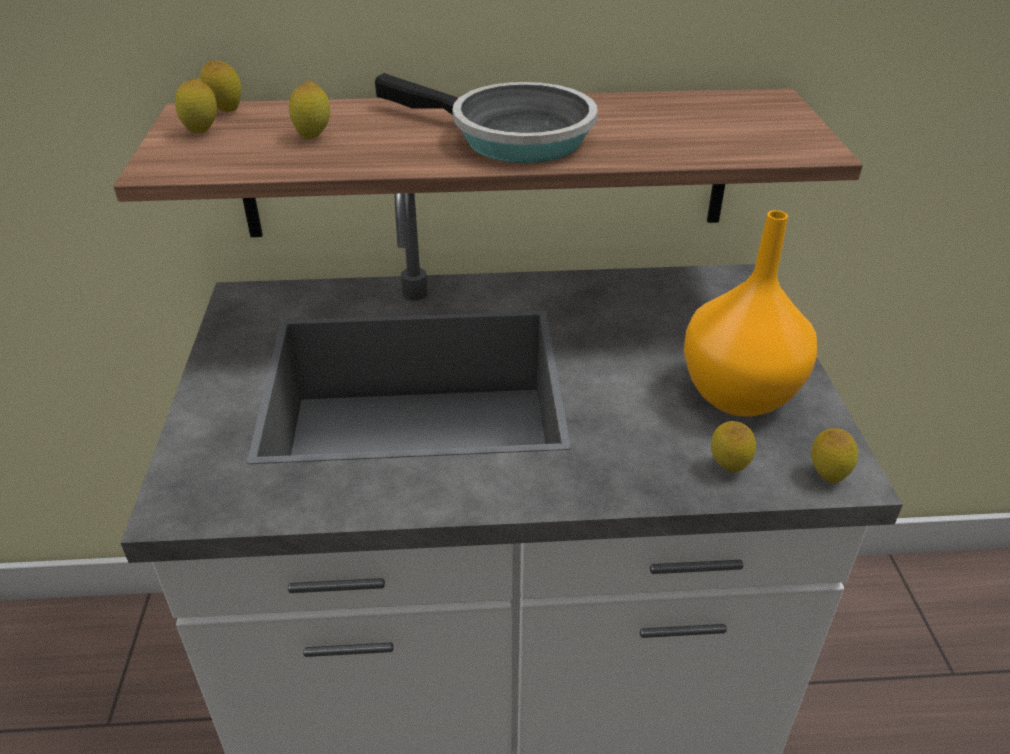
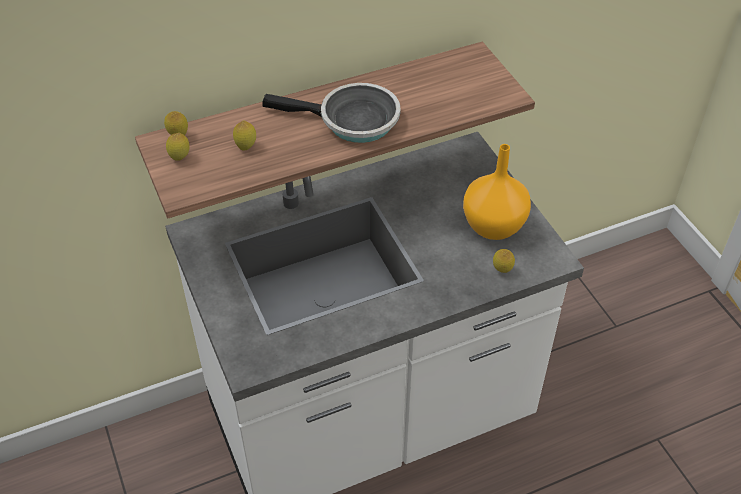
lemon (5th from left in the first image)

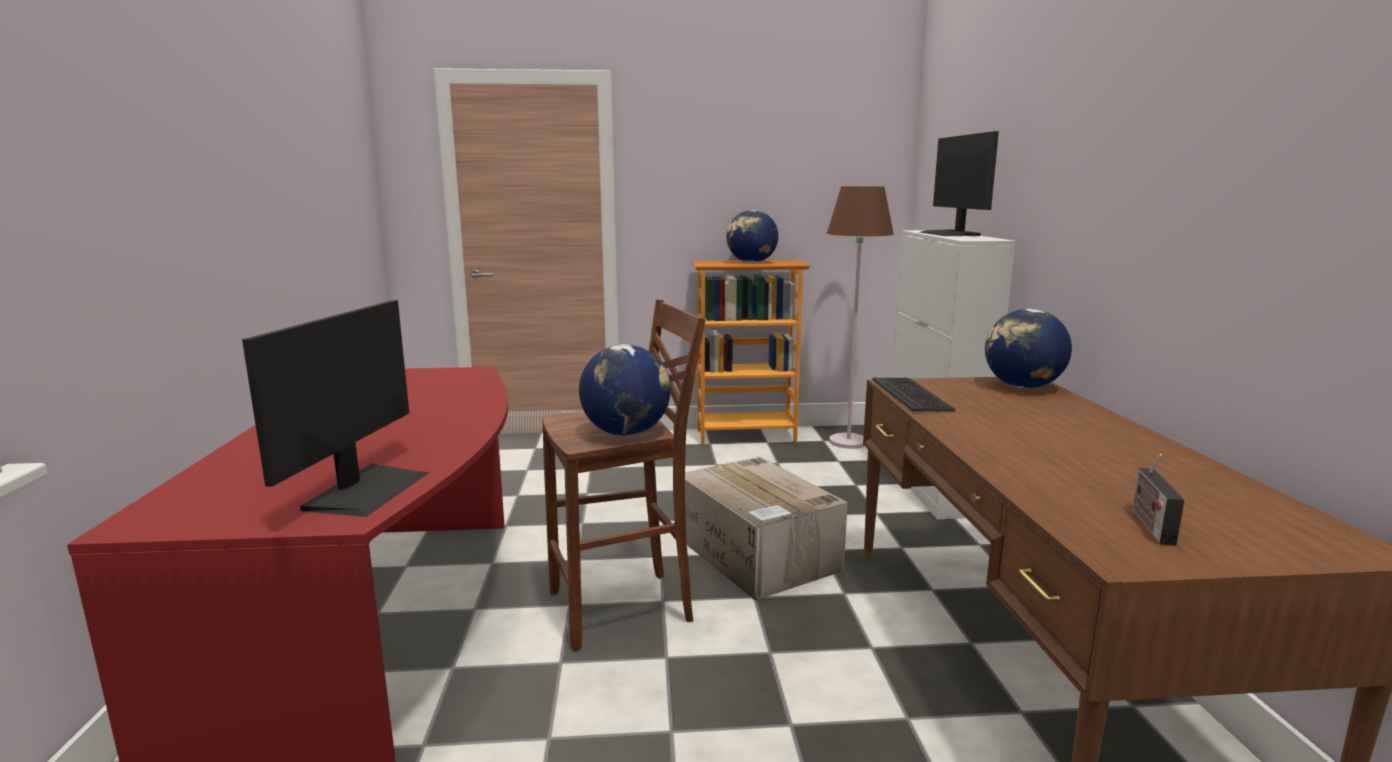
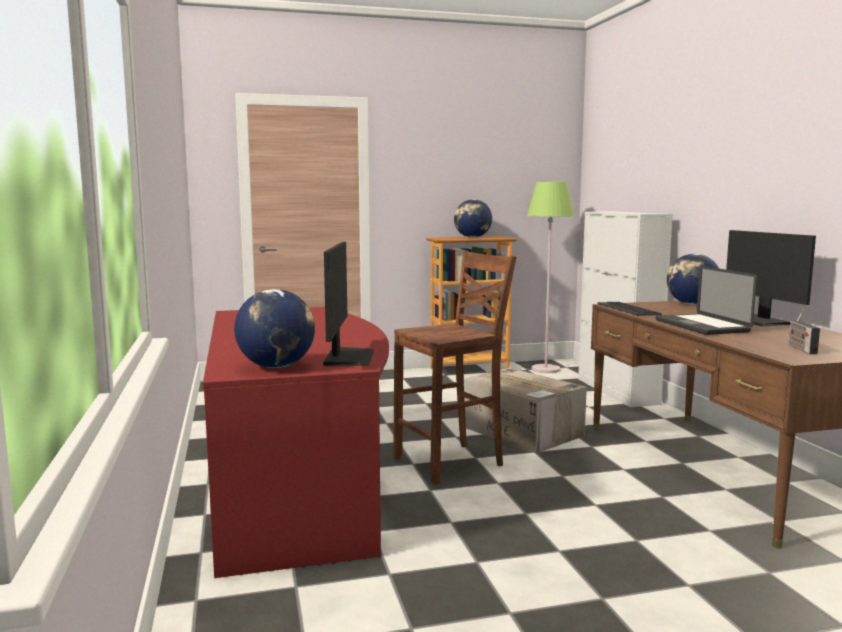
globe (1st from left); standing lamp (green); computer display (2nd from left); laptop

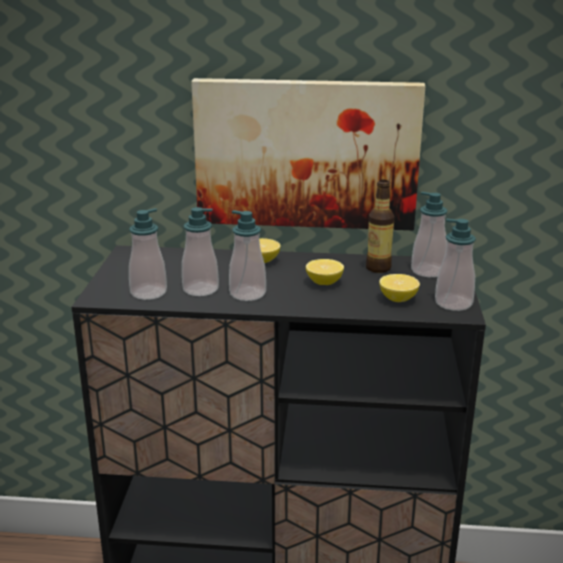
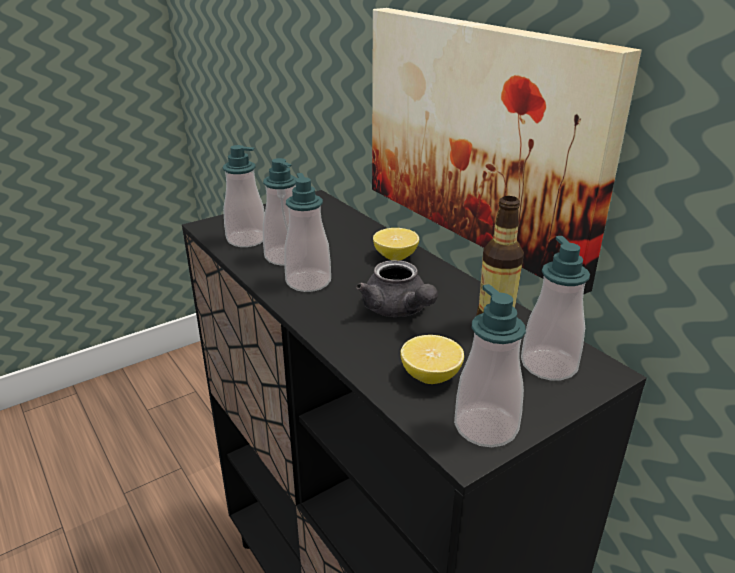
teapot (greyish)

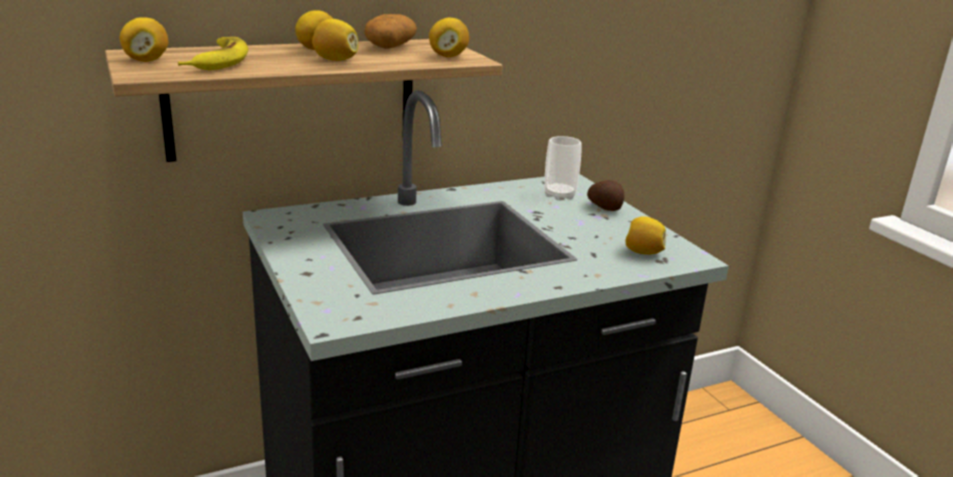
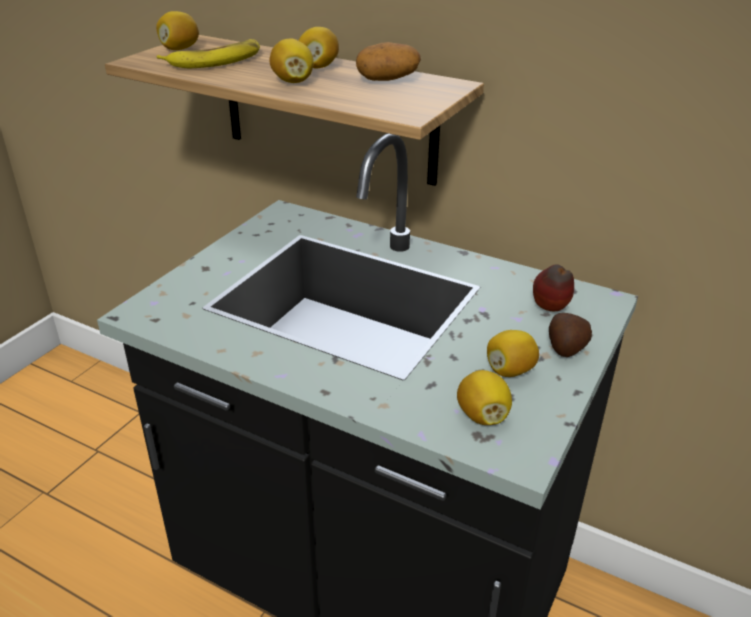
lemon (5th from left); apple fruit

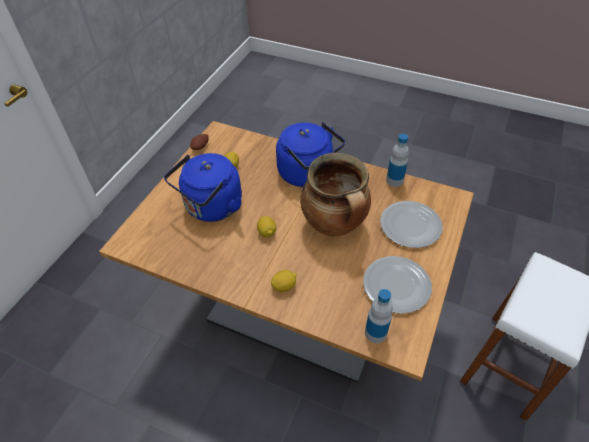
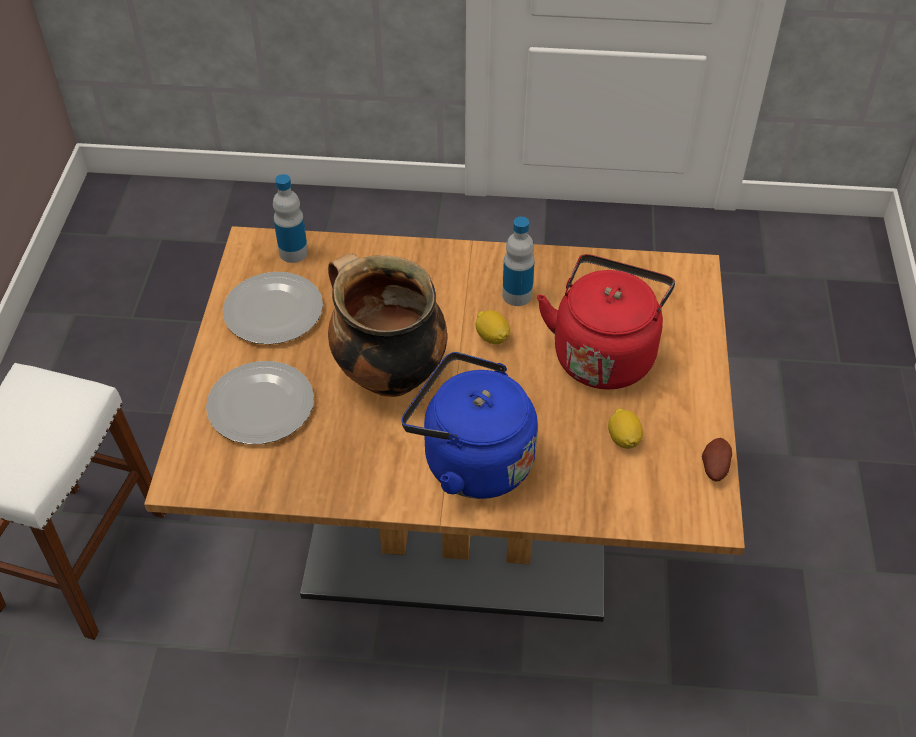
kettle (red); lemon (3rd from left in the first image); bottle (2nd from left)

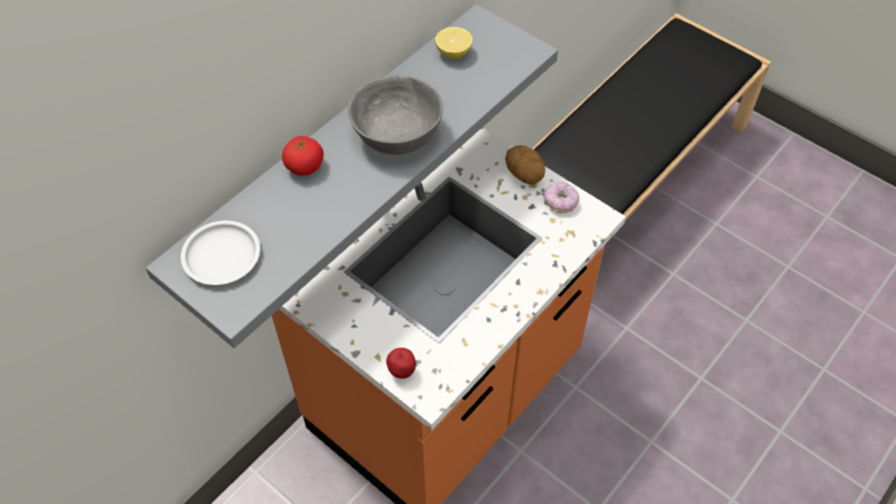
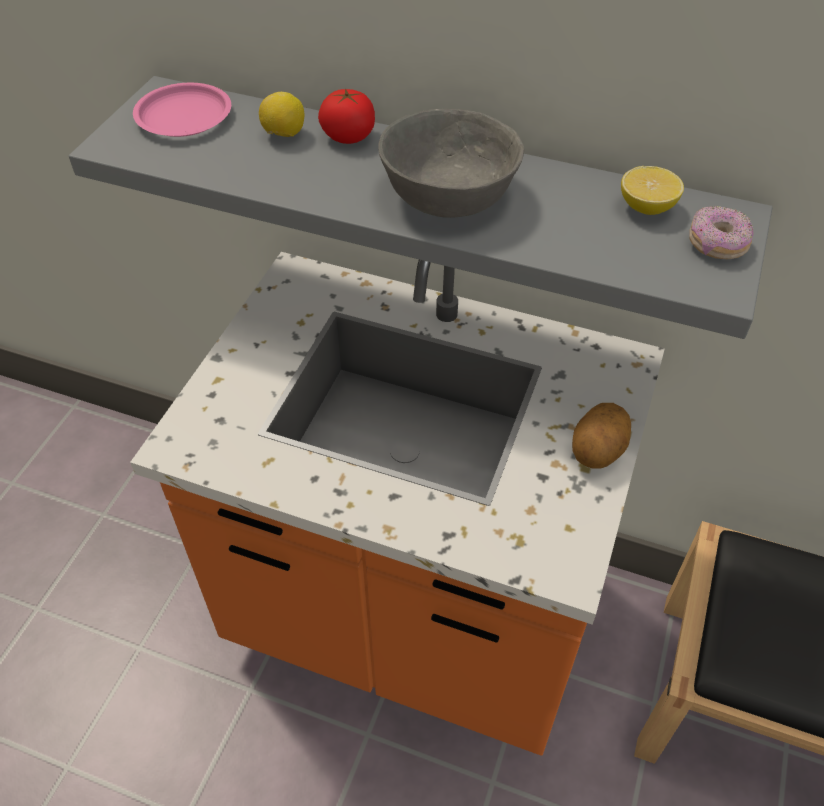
flat dish (pinkish); apple fruit; doughnut; lemon (1st from left)

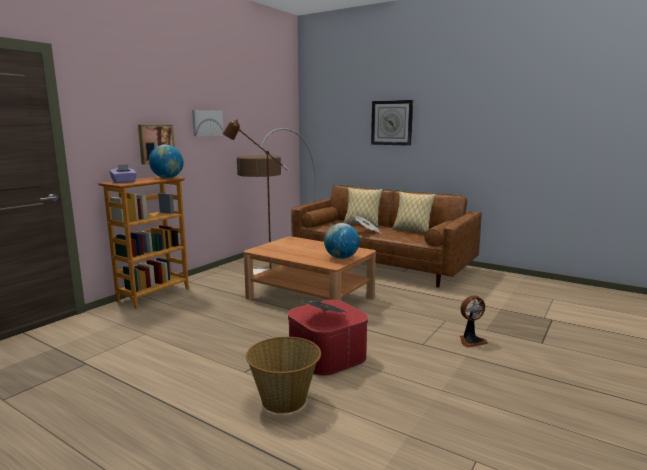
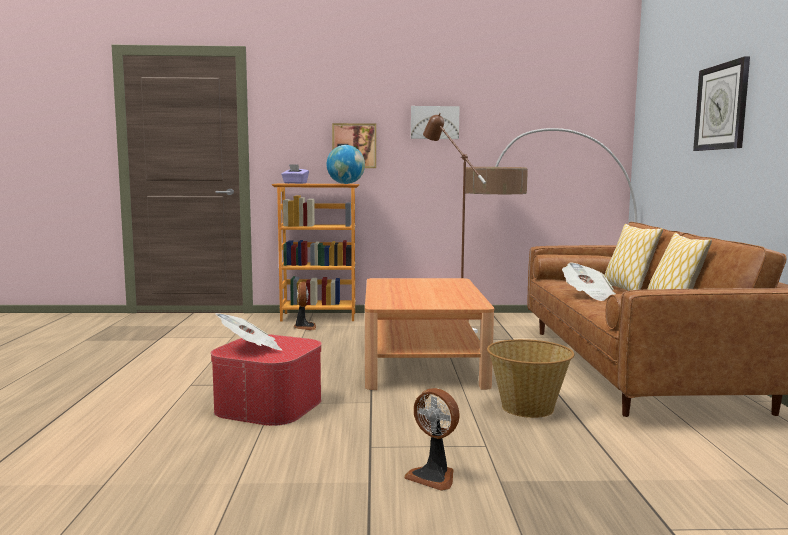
household basket; globe (2nd from left in the first image); cooling fan (1st from left)

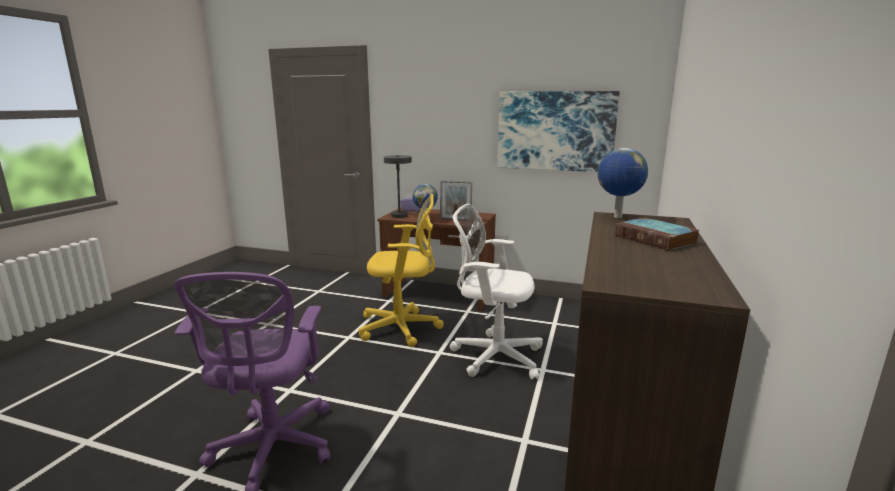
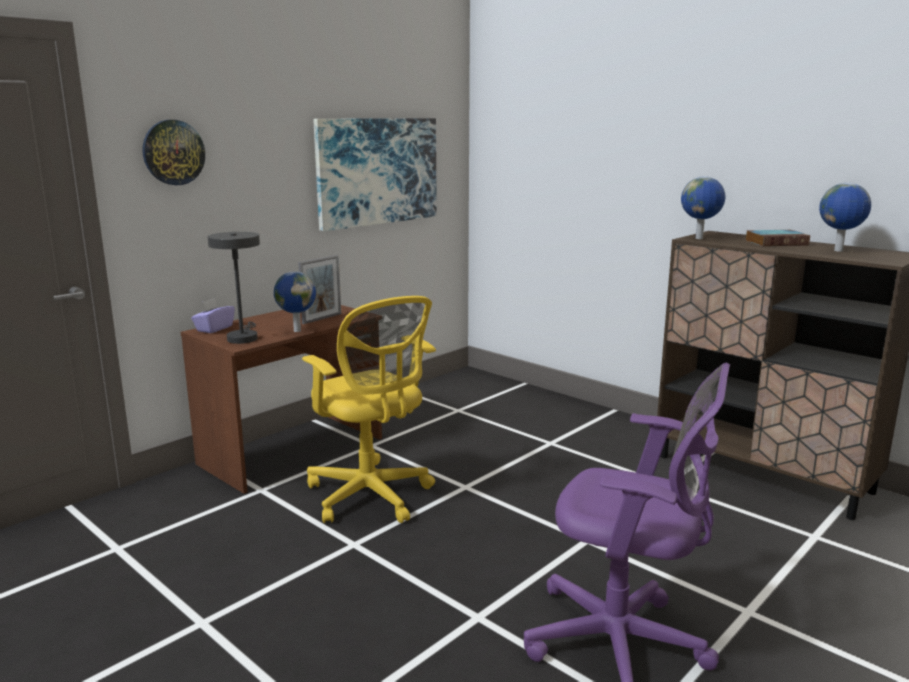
desk chair (yellow); desk chair (white); hanging clock; globe (3rd from left)

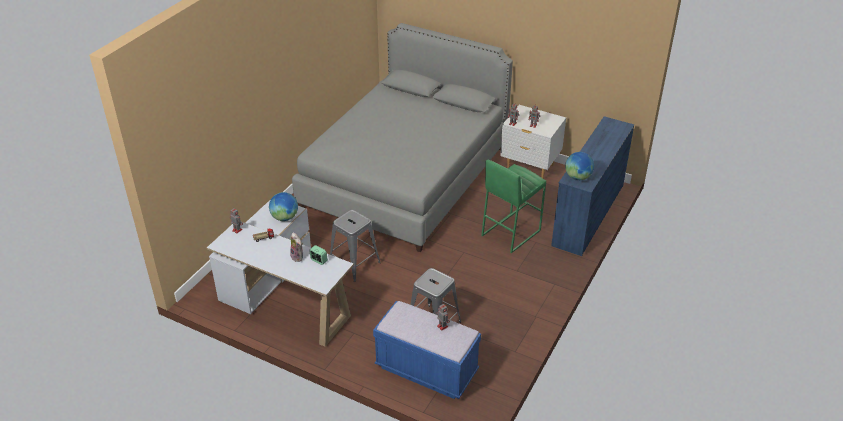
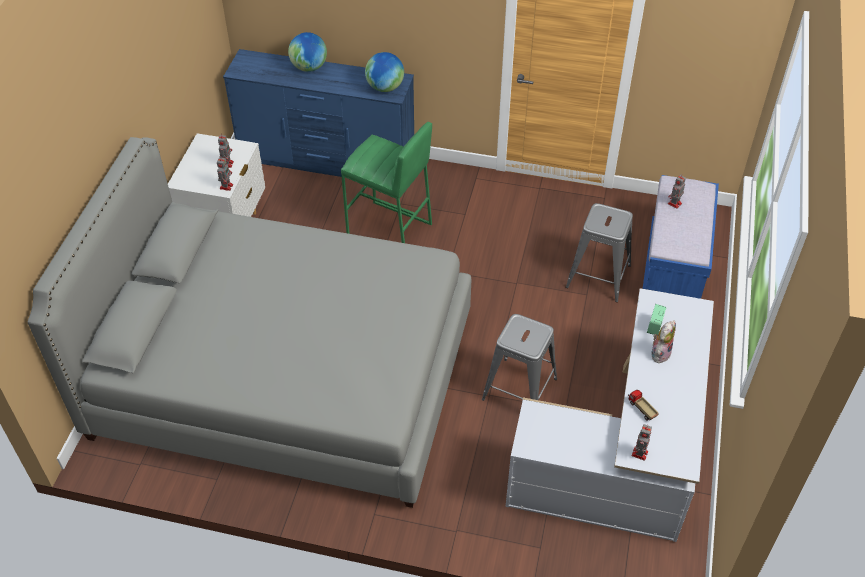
globe (1st from left)

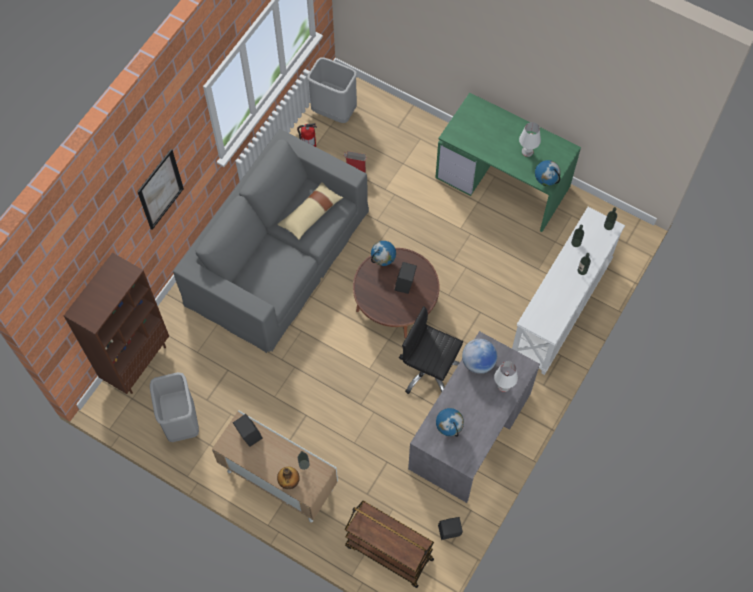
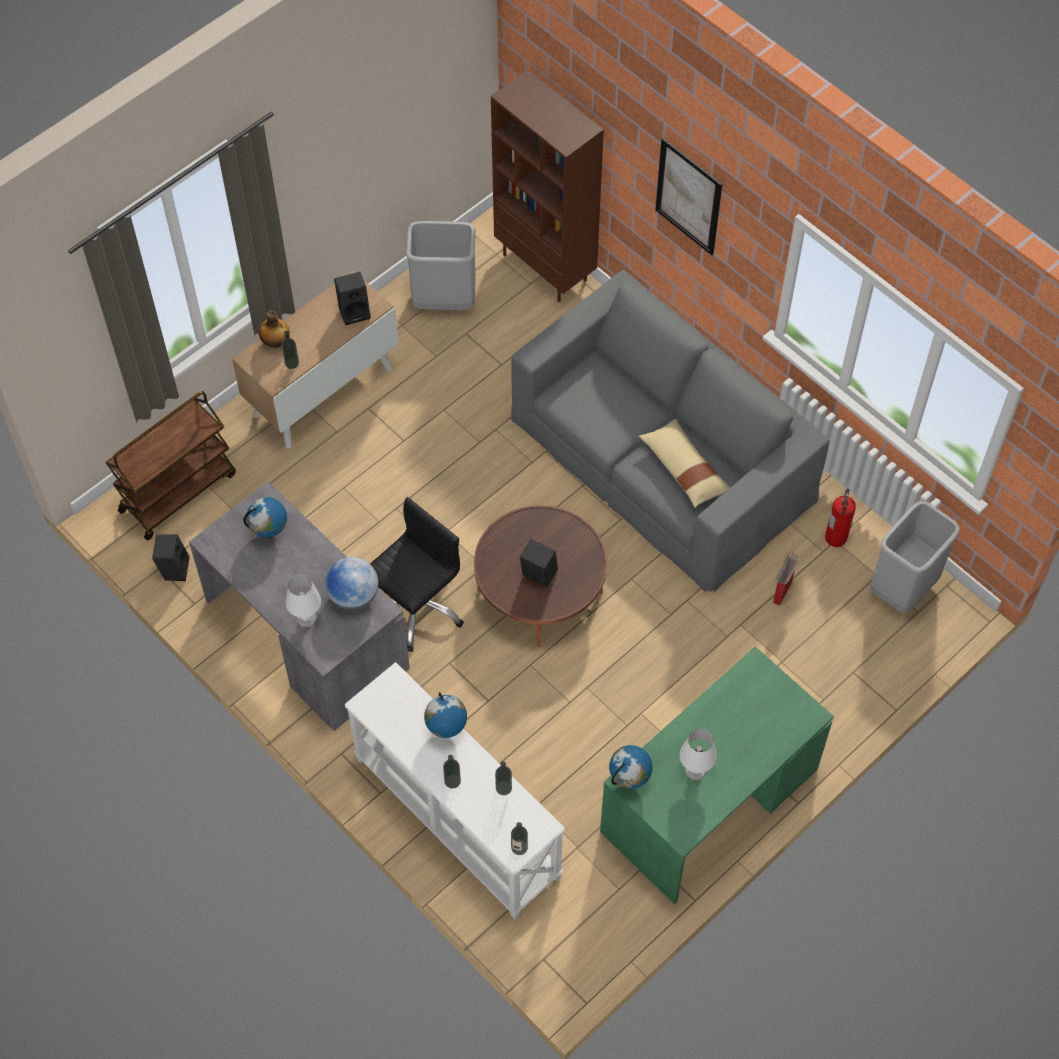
globe (3rd from left)

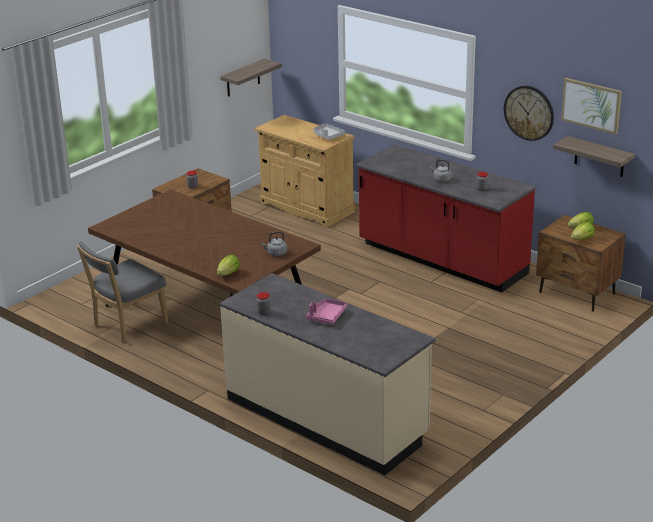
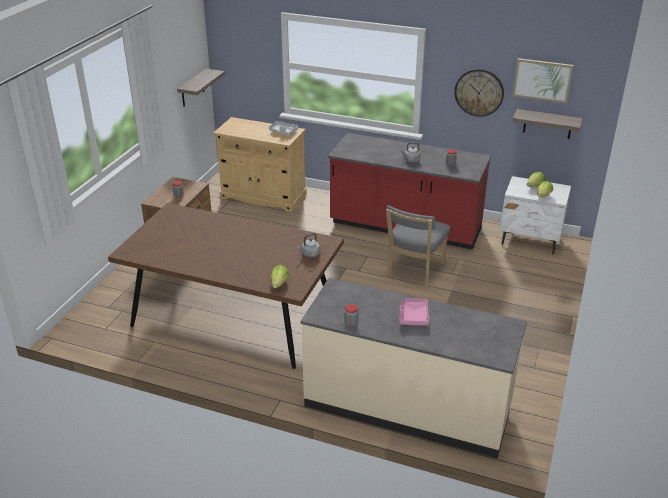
chair (greyish); nightstand (white)

